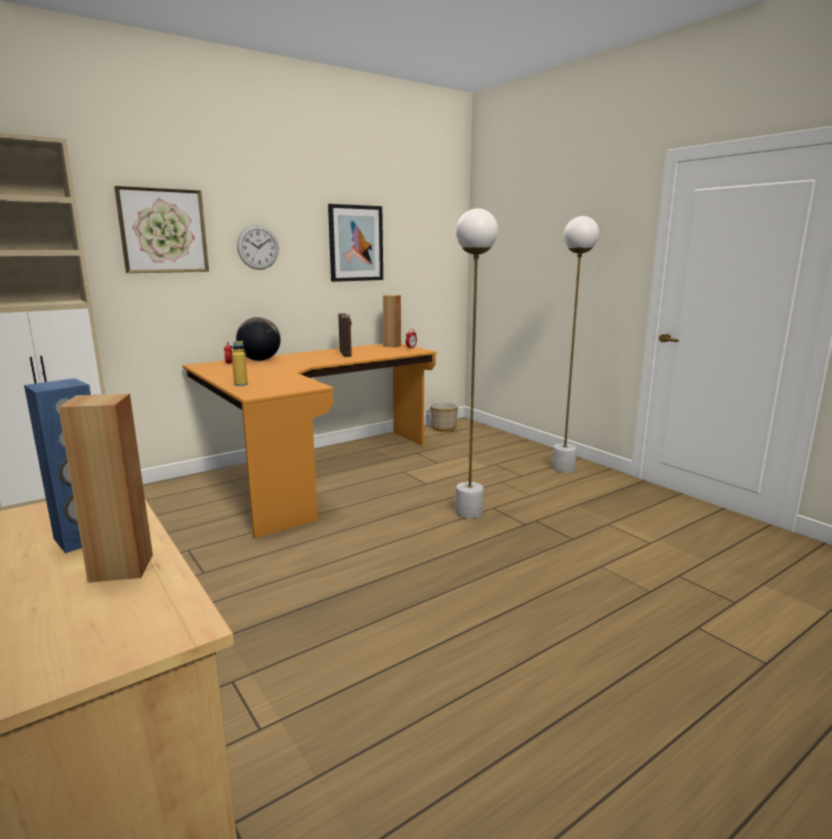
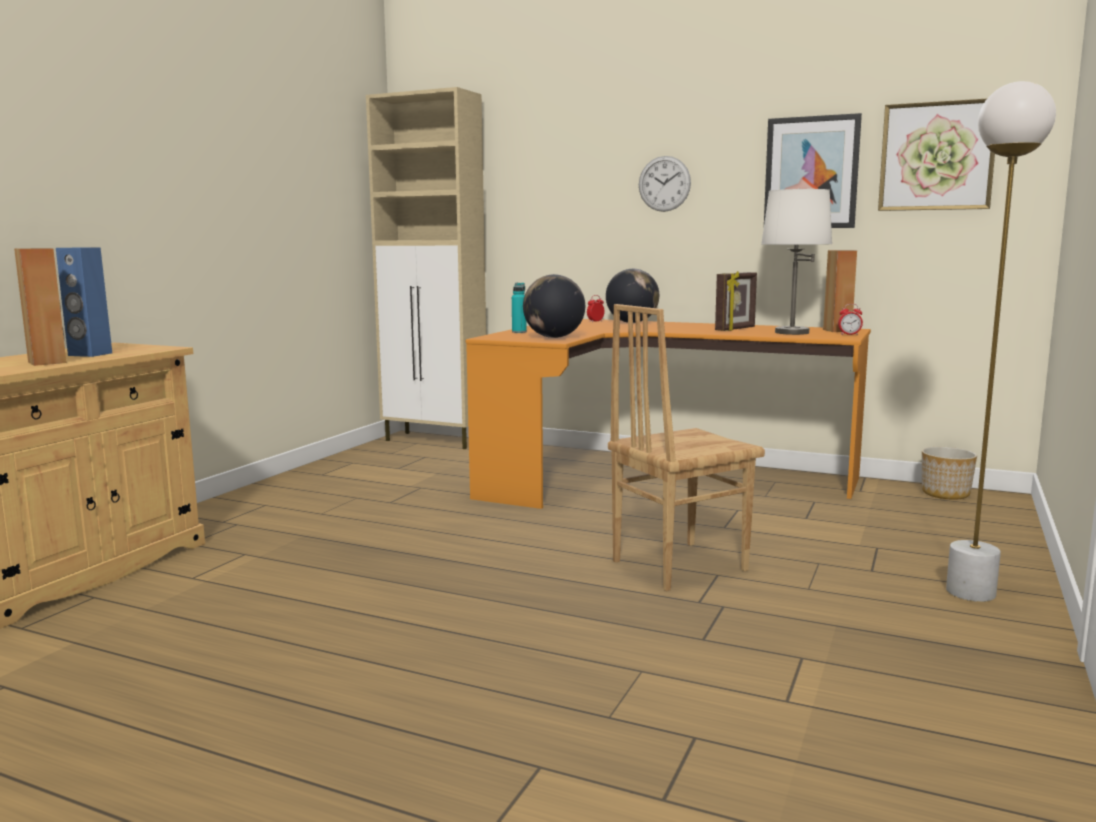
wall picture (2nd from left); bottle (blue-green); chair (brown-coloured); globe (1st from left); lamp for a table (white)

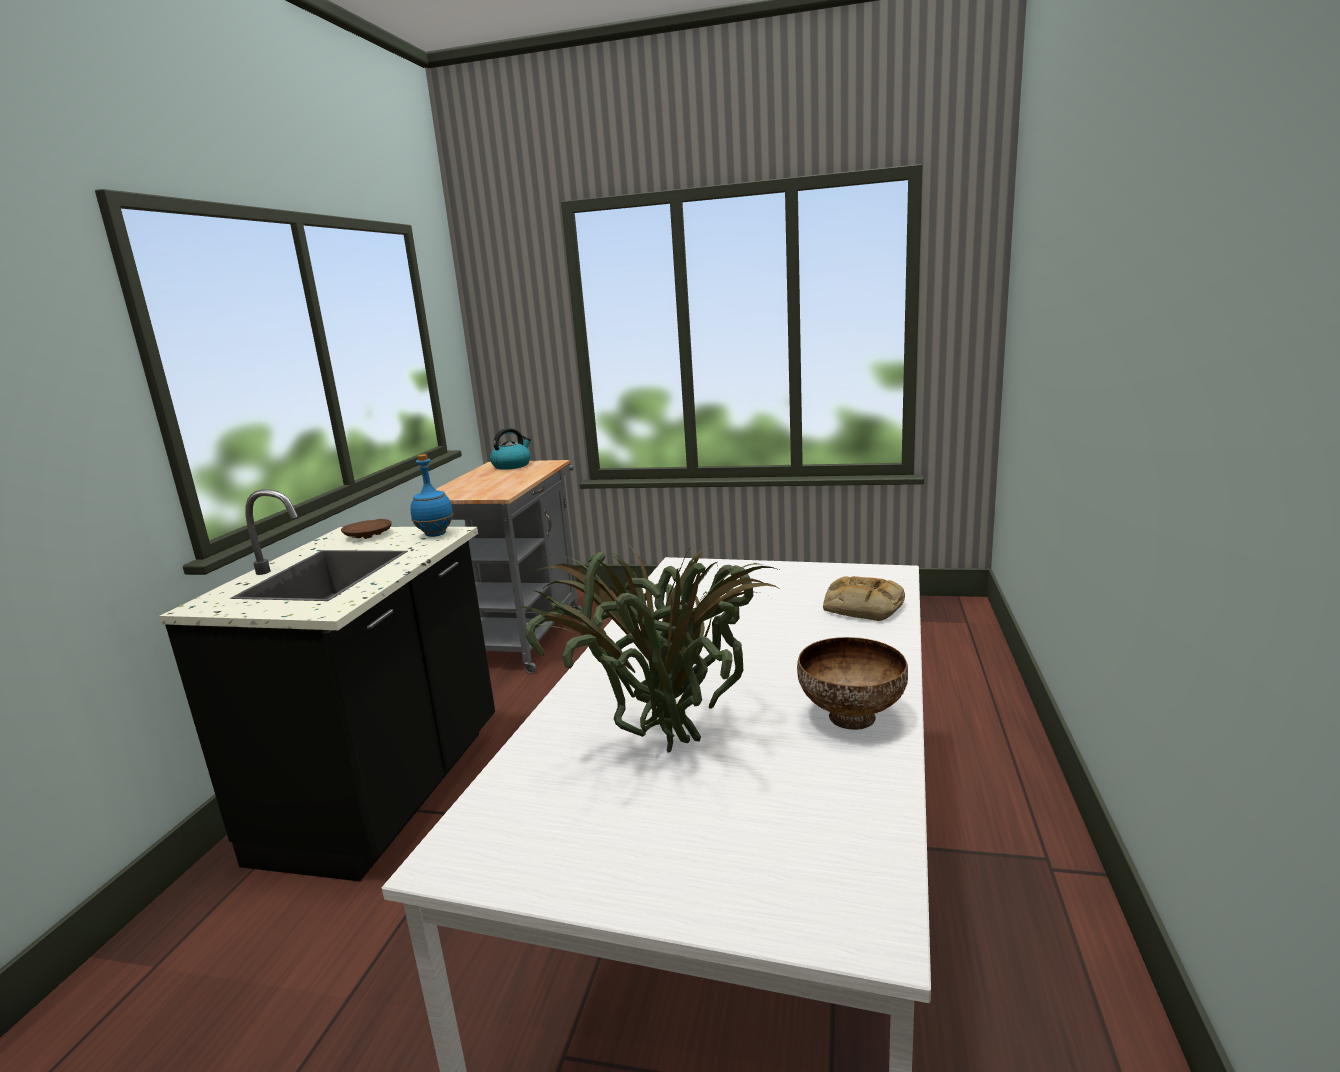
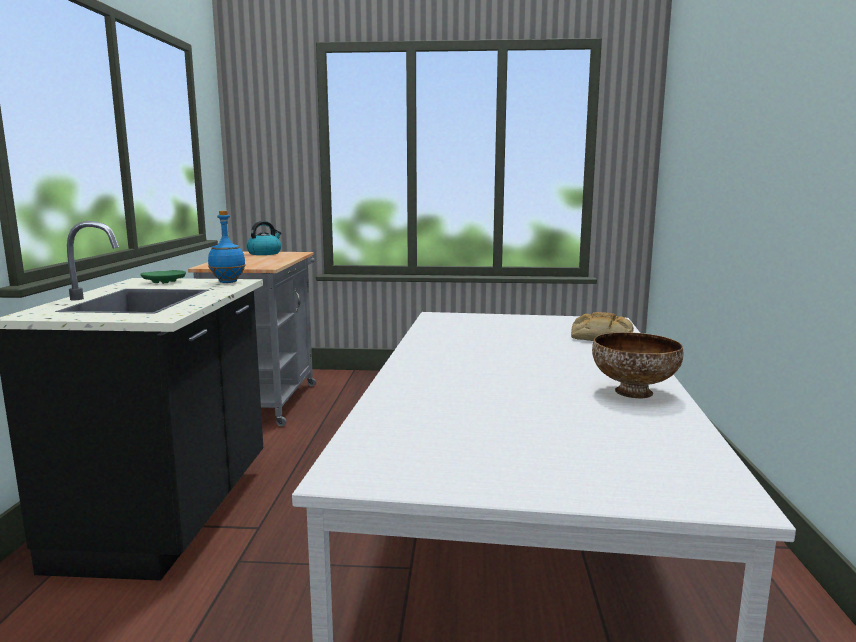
flat dish (green); plant in a pot

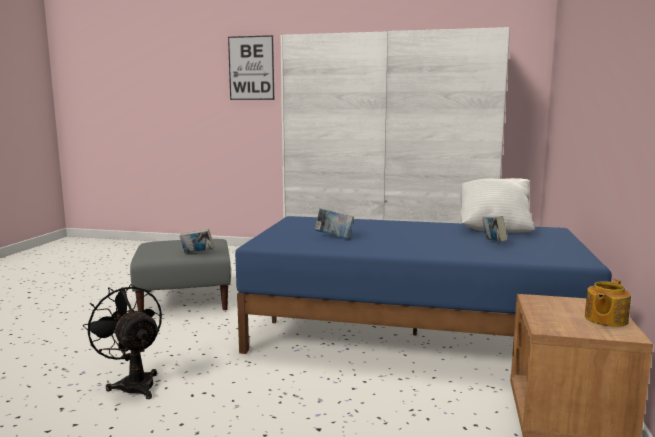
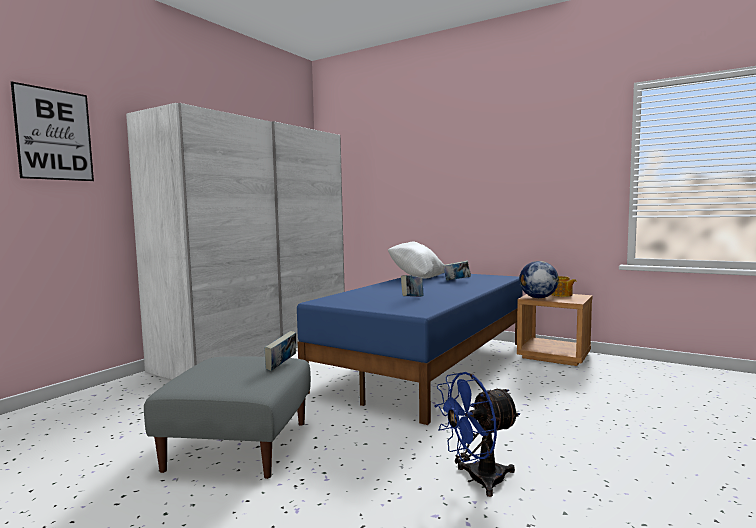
cooling fan (blue-coloured); globe

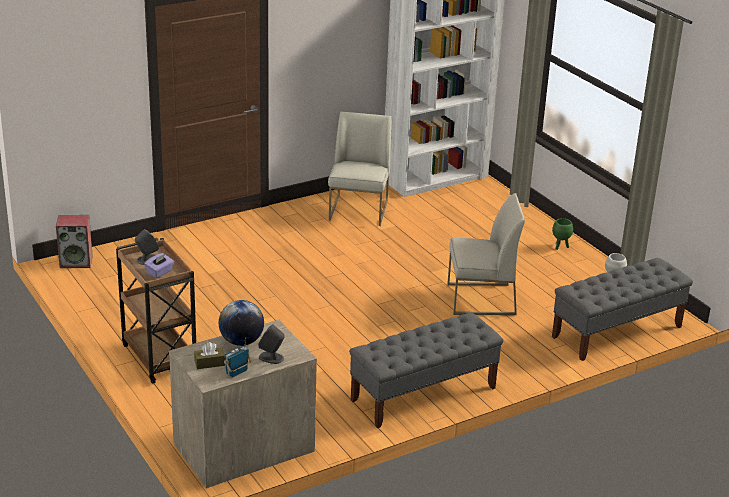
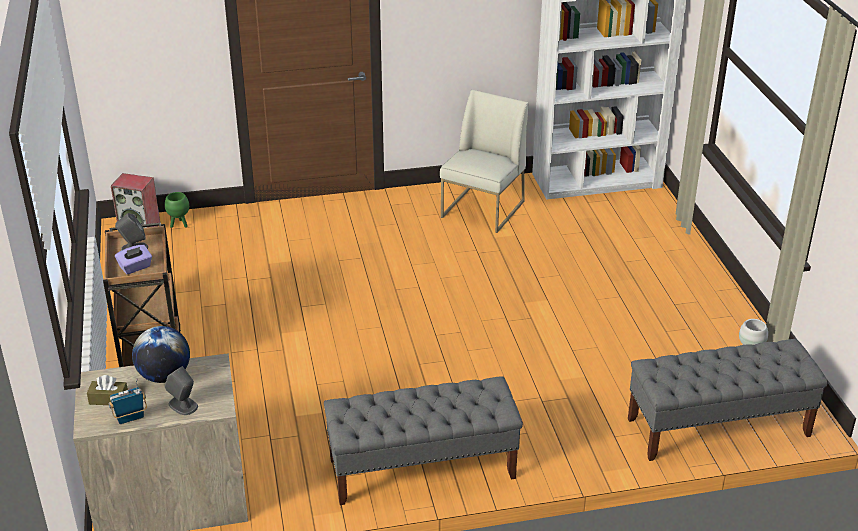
chair (white) (2nd from left in the first image); planter (green)

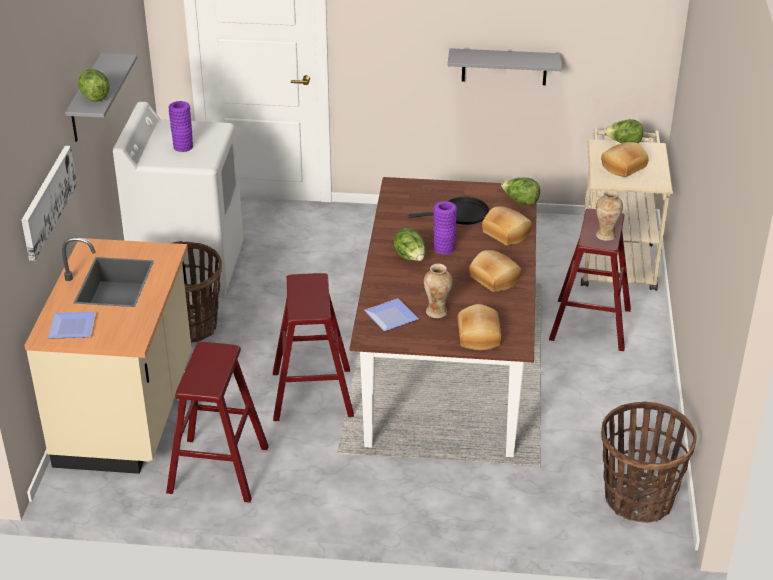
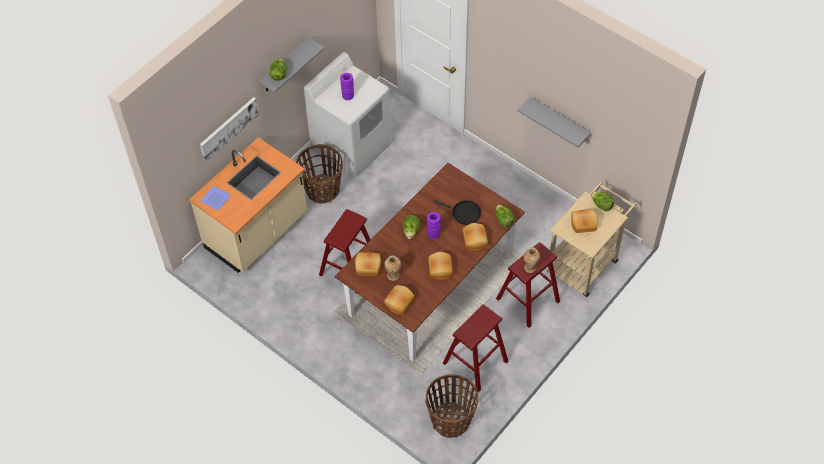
stool seat (red) (2nd from left); baked bread (1st from left)

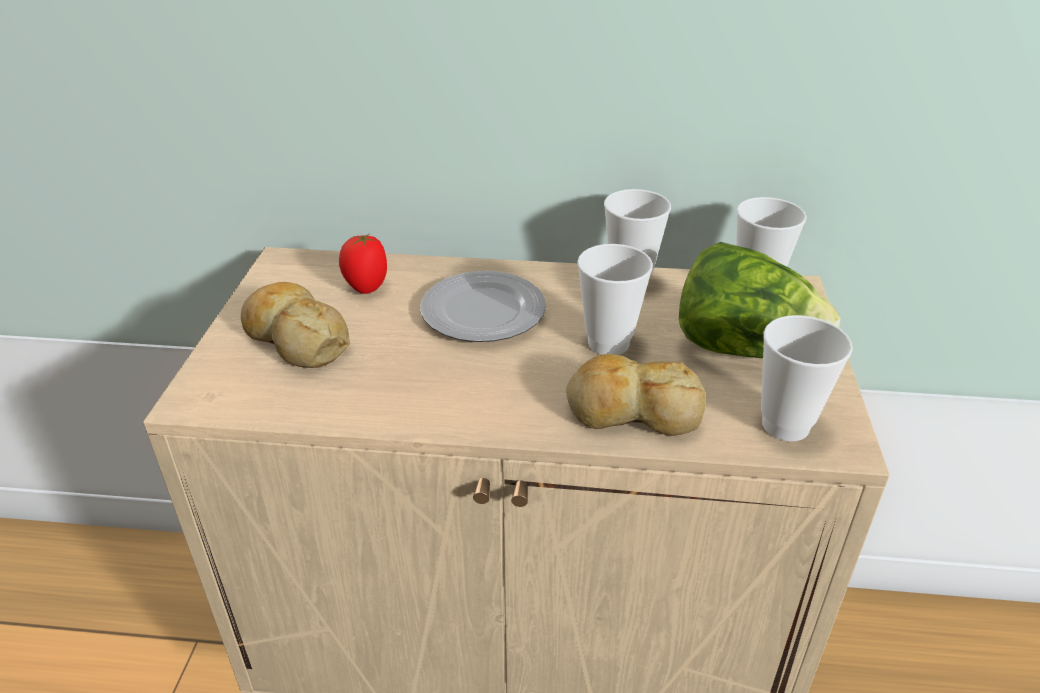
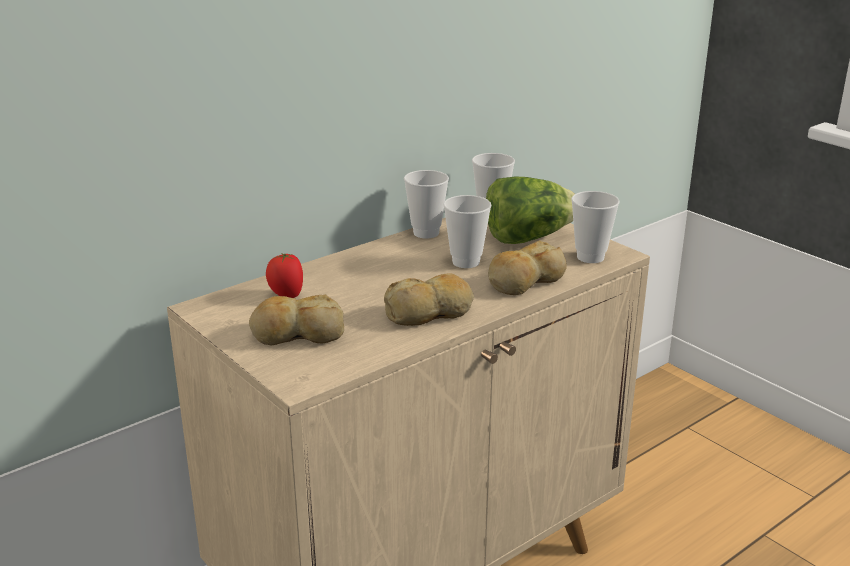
flat dish; baked bread (2nd from left)

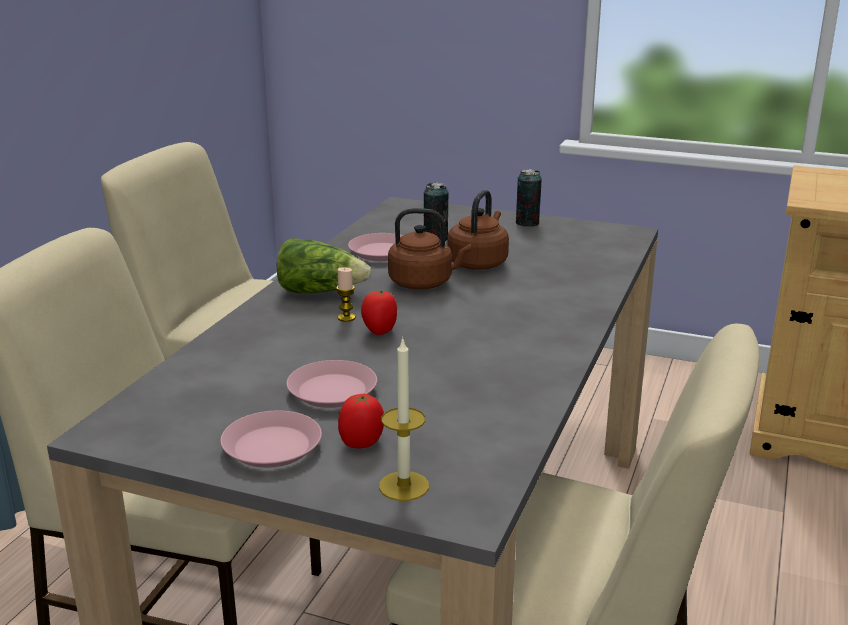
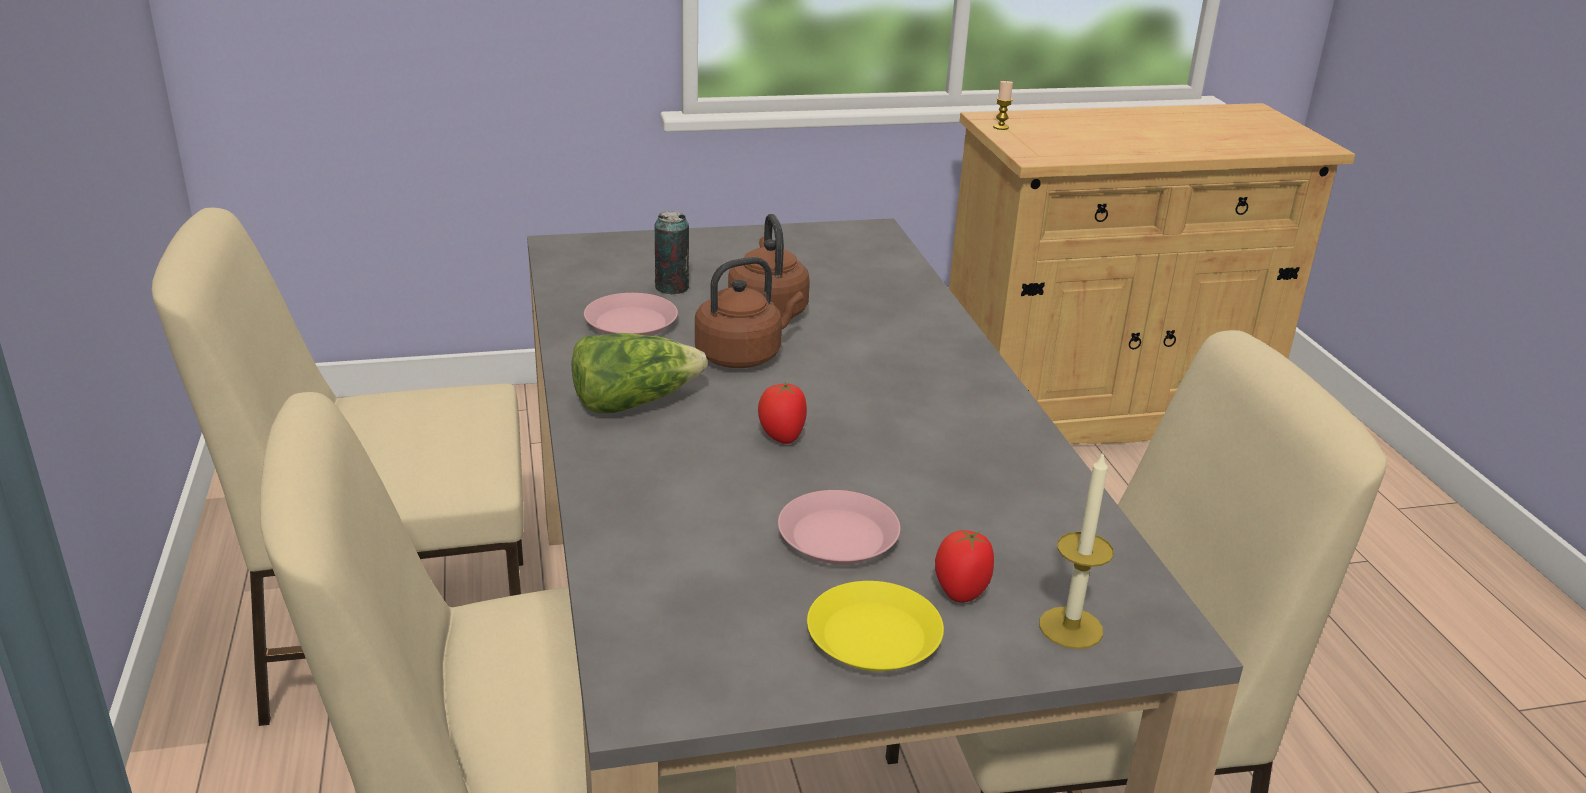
flat dish (yellow); candle (1st from left); sealed can (2nd from left in the first image)

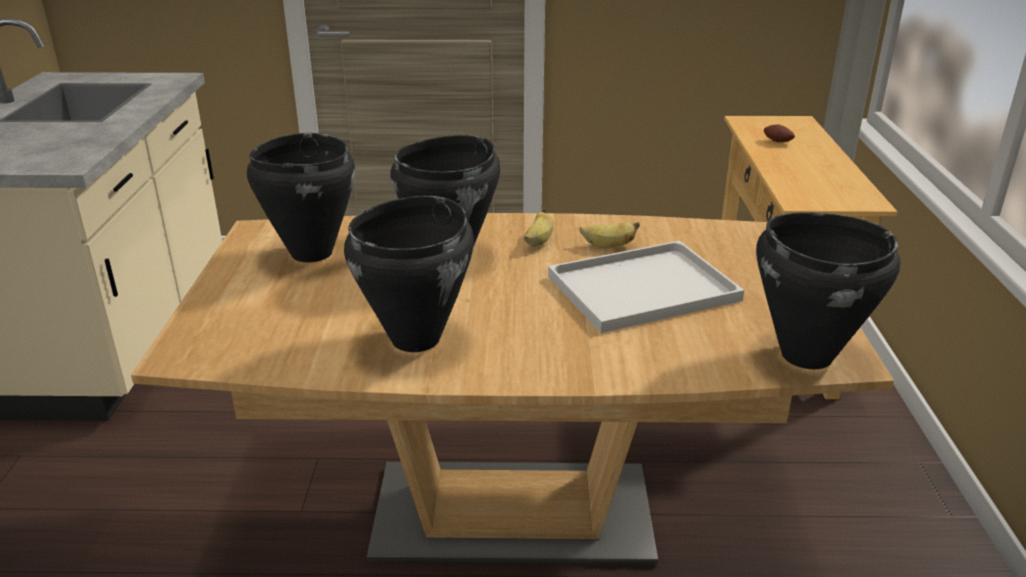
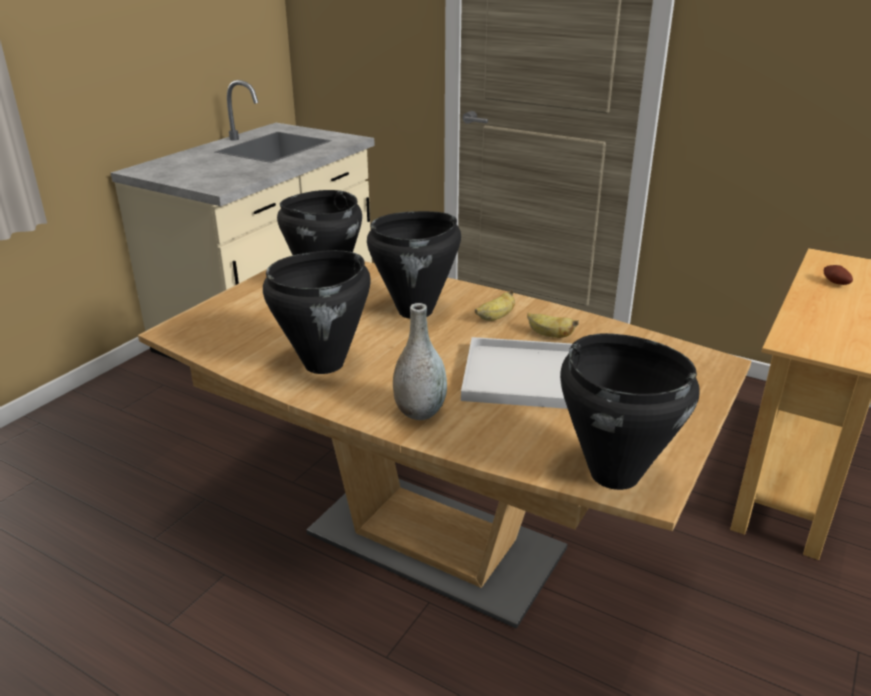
vase (greyish)

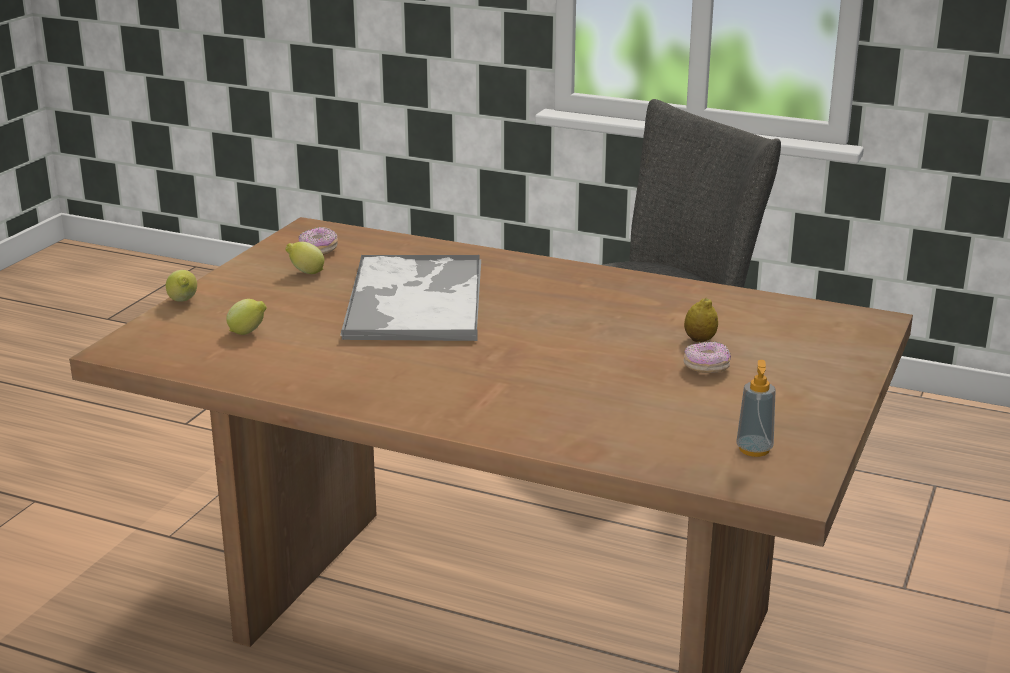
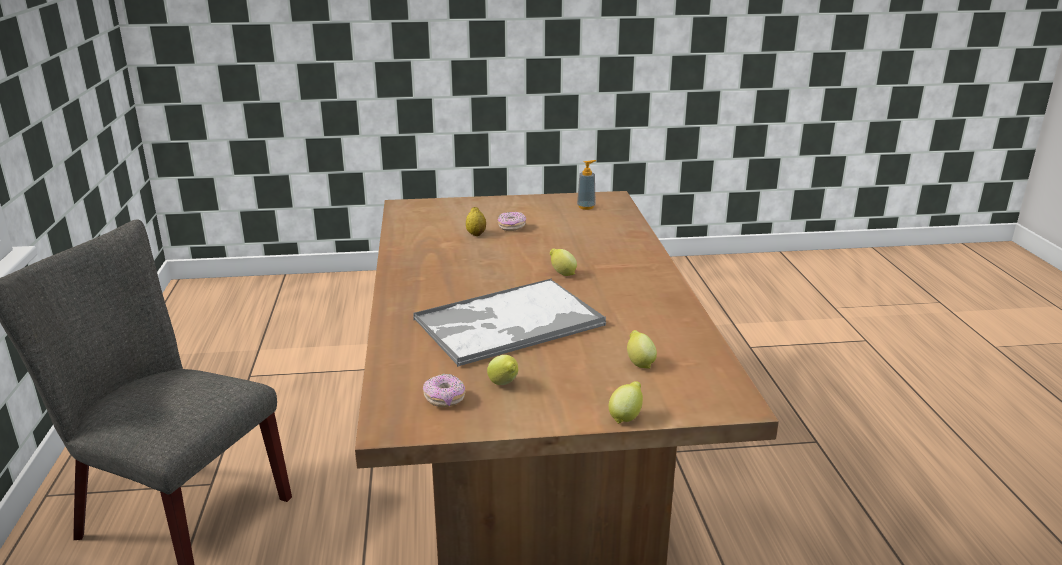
lemon (3rd from left)

